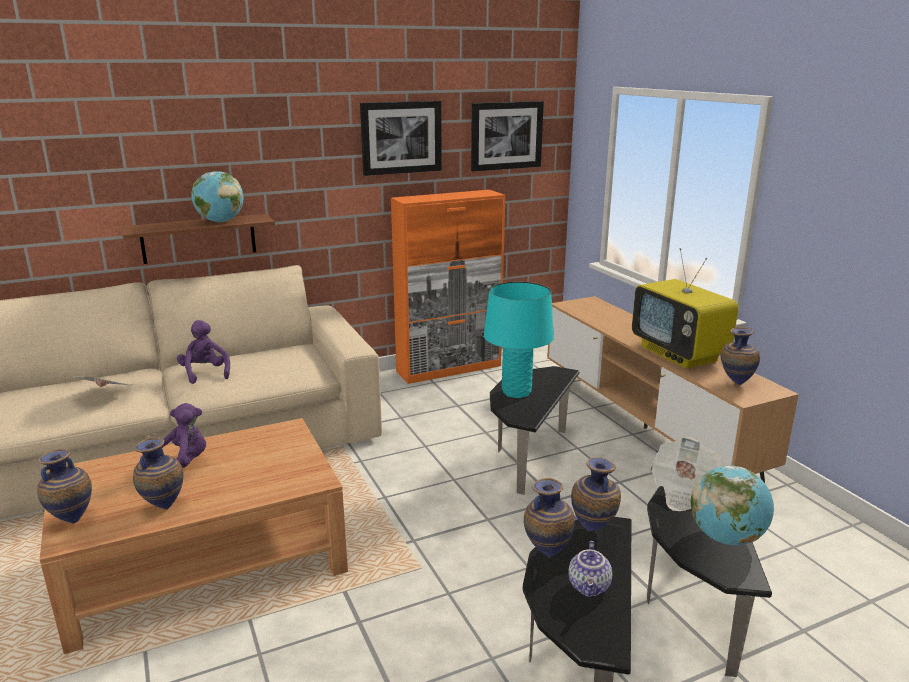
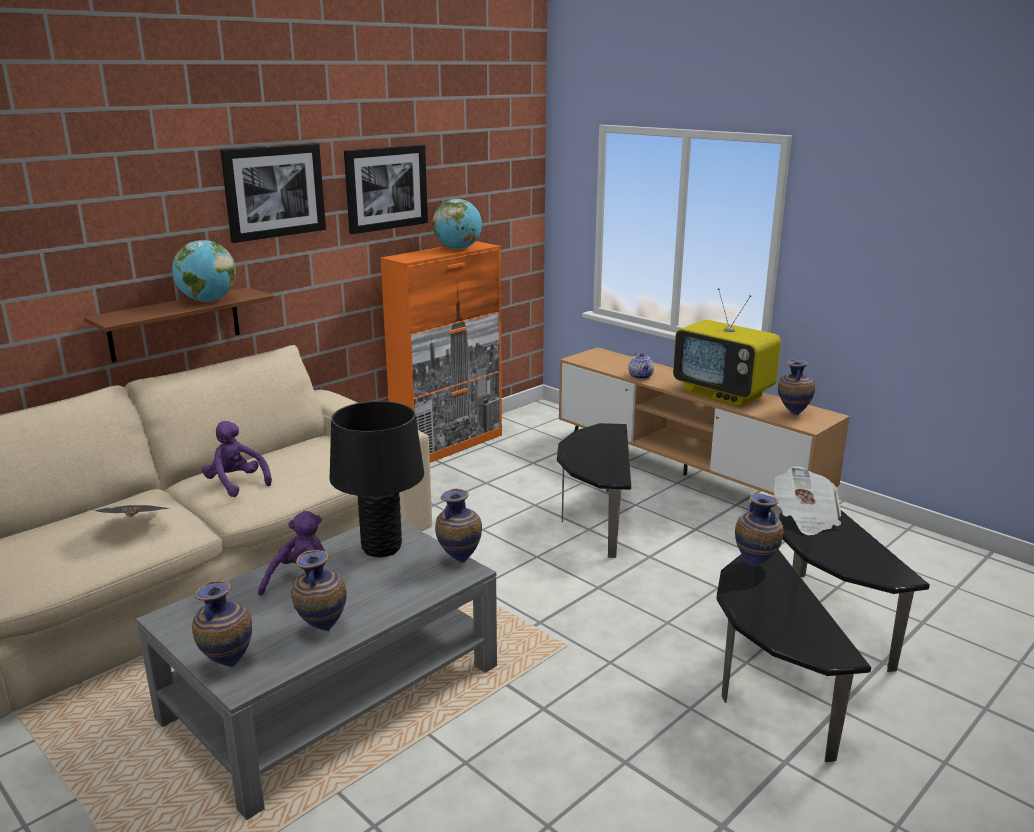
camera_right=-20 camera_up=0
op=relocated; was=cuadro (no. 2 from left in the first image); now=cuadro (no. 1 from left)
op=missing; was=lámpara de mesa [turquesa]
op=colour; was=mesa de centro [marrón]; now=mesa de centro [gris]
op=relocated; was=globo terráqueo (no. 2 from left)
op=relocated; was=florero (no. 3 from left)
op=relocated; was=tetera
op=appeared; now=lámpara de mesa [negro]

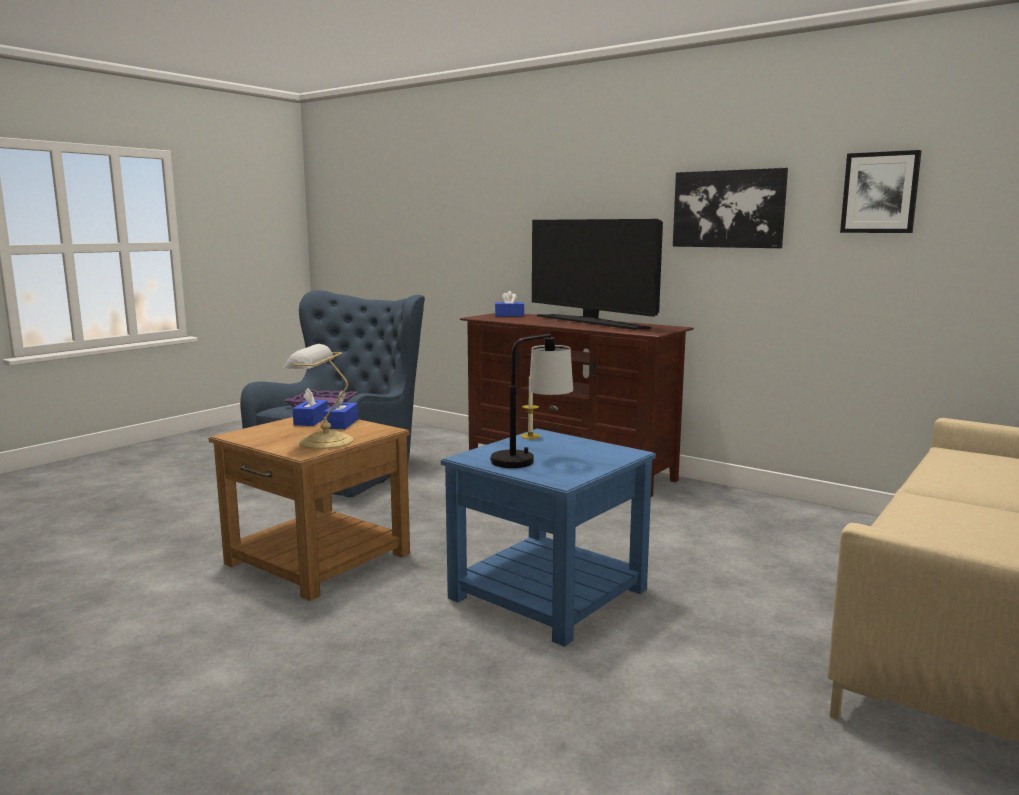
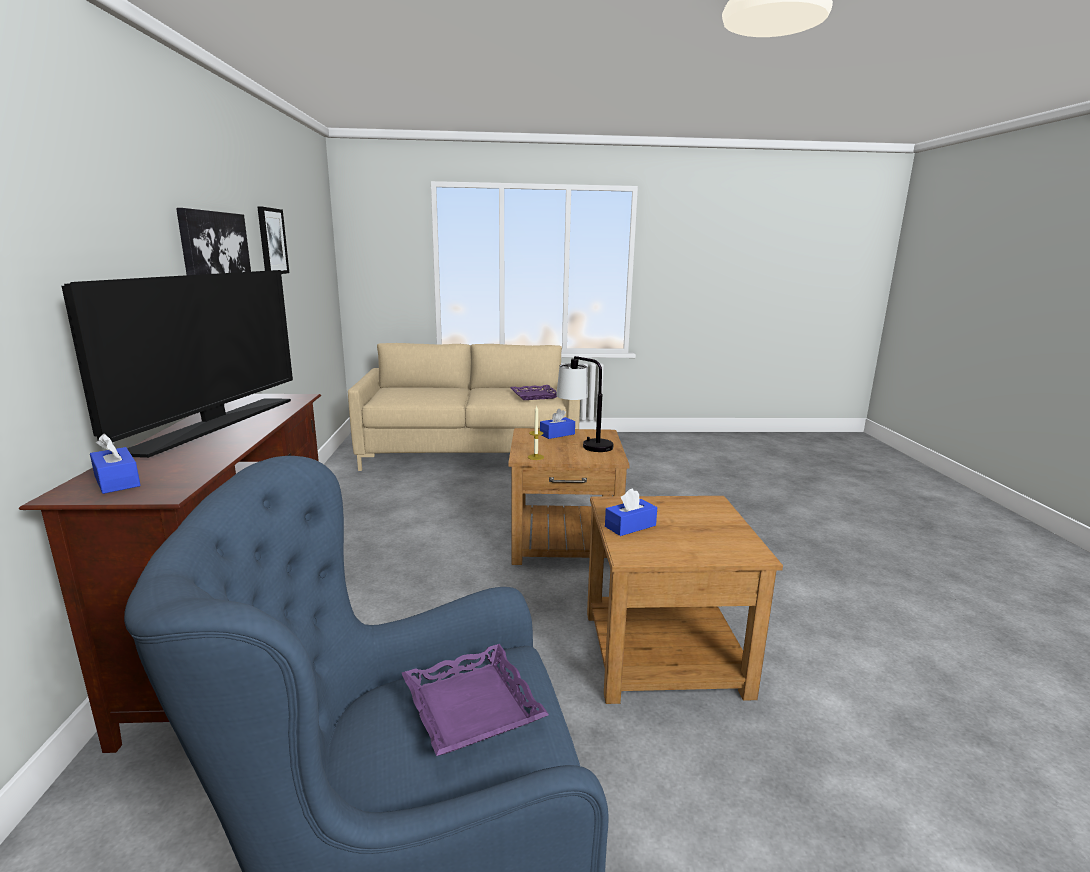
camera_right=-130 camera_up=5
op=missing; was=lámpara de mesa (no. 1 from left)
op=relocated; was=caja de pañuelos [azul] (no. 1 from left in the first image); now=caja de pañuelos [azul] (no. 2 from left)
op=colour; was=mesa auxiliar [azul]; now=mesa auxiliar [marrón] (no. 1 from left)
op=appeared; now=bandeja [morado] (no. 2 from left)

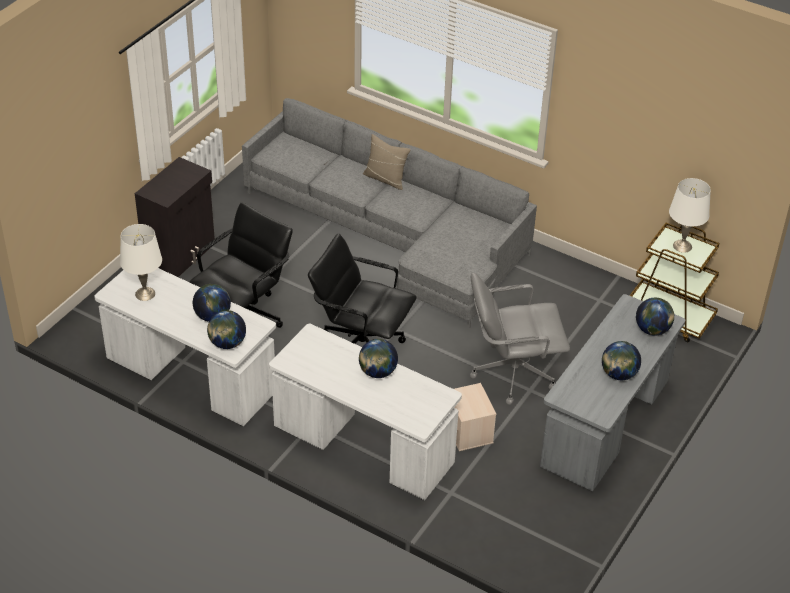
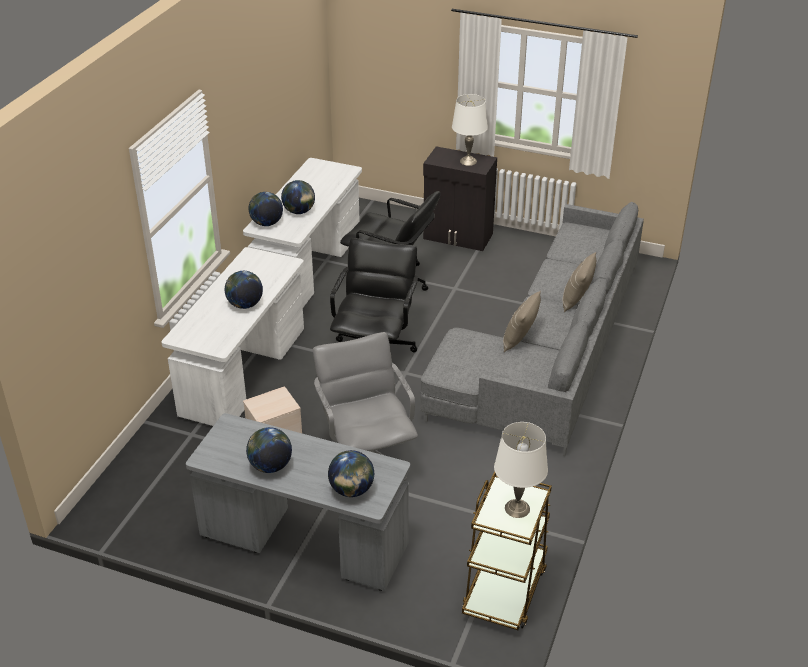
camera_right=80 camera_up=-5
op=relocated; was=lámpara de mesa [blanco] (no. 1 from left)
op=appeared; now=cojín [beis] (no. 1 from left)

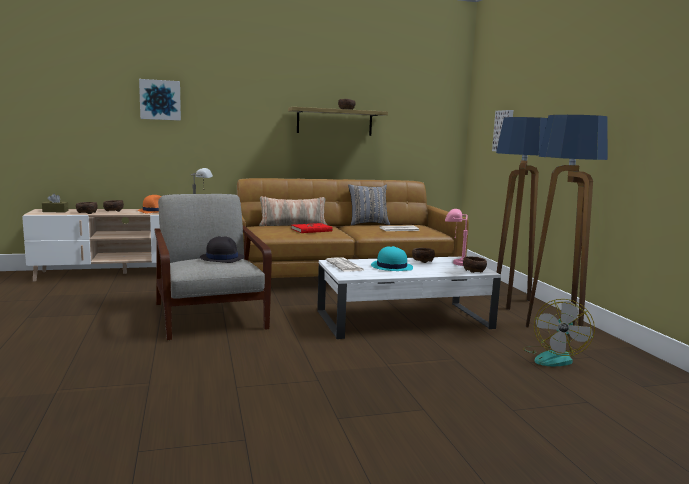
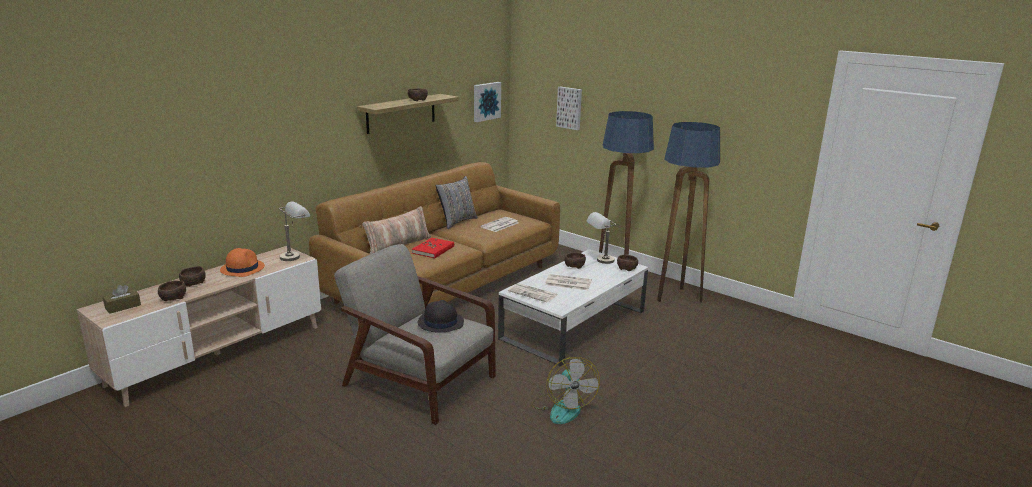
camera_right=-35 camera_up=10
op=relocated; was=cuadro (no. 1 from left)
op=colour; was=lámpara de mesa [rosa]; now=lámpara de mesa [gris] (no. 2 from left)
op=exchanged; was=sombrero [turquesa]; now=periódico (no. 3 from left)
op=relocated; was=ventilador

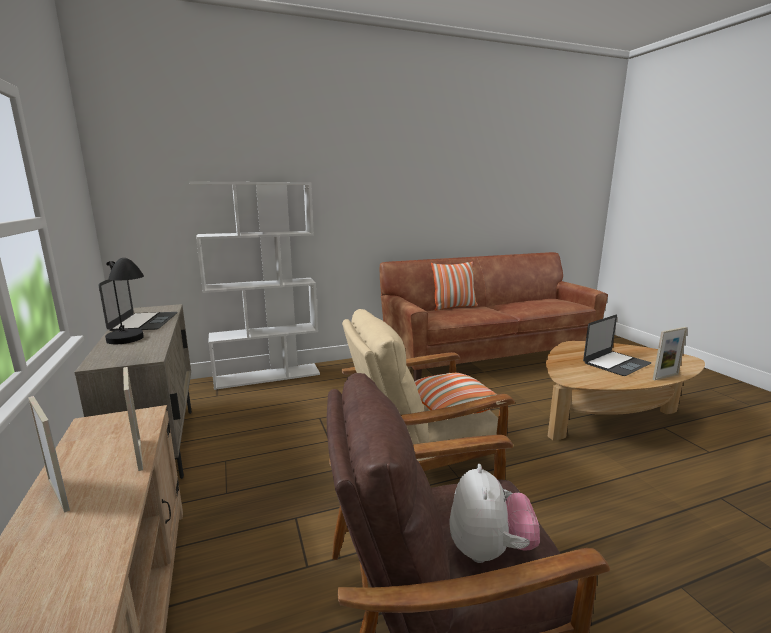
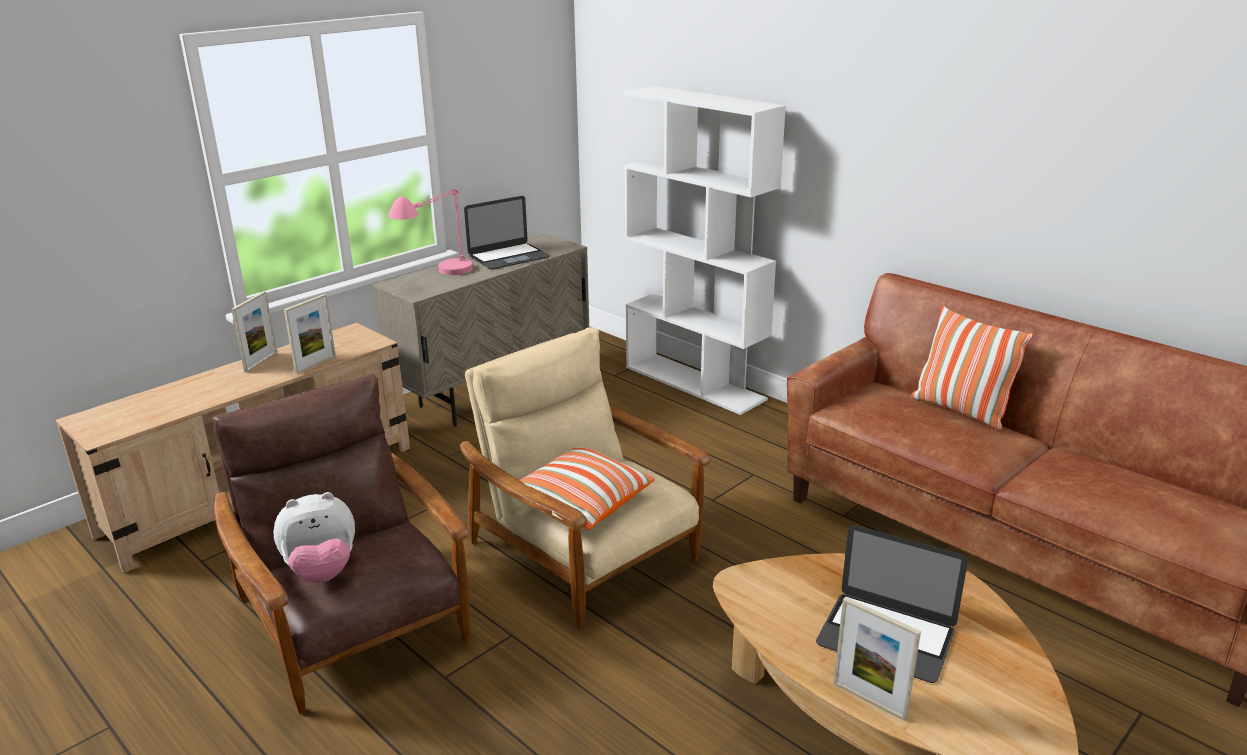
camera_right=65 camera_up=10
op=colour; was=lámpara de mesa [negro]; now=lámpara de mesa [rosa]

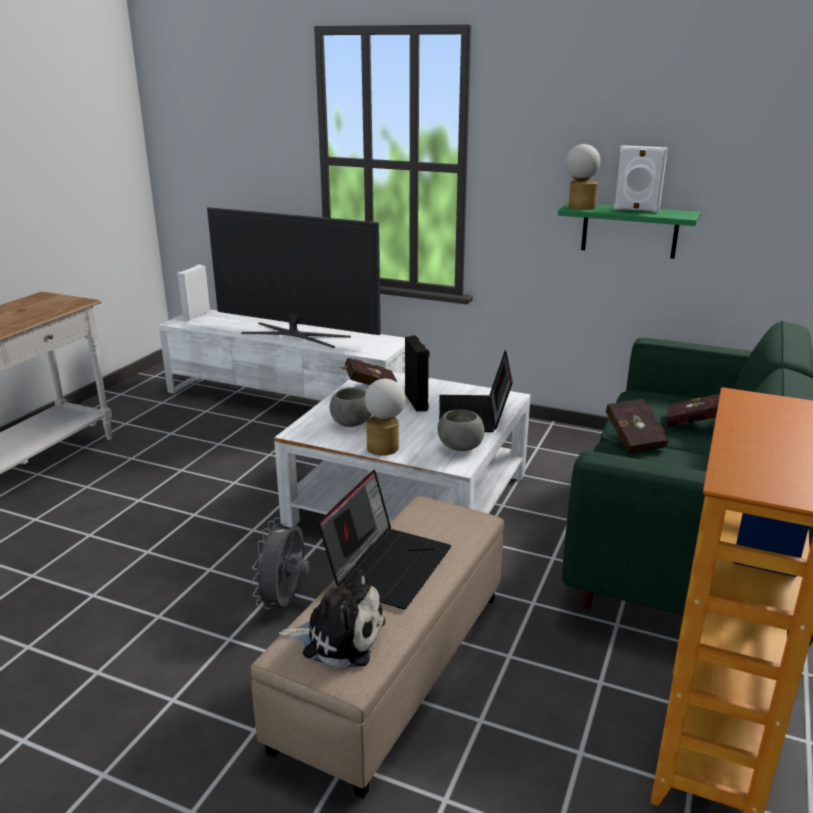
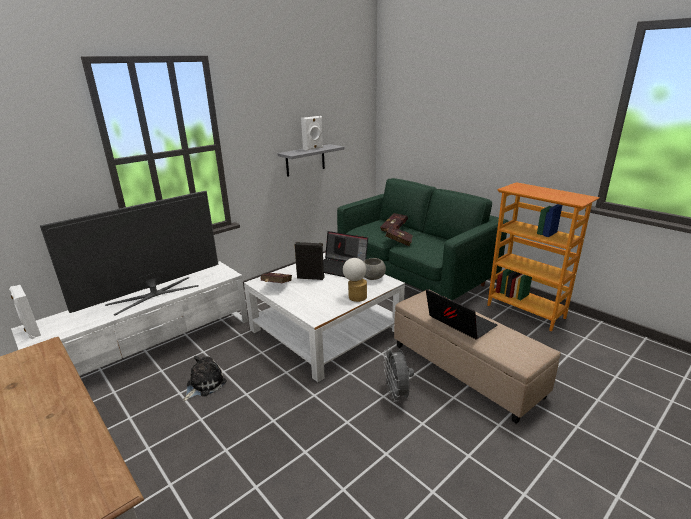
camera_right=-65 camera_up=0
op=missing; was=lámpara de mesa (no. 2 from left)
op=colour; was=estante [verde]; now=estante [gris]
op=missing; was=cuenco [gris] (no. 1 from left)
op=spun; was=ventilador [gris]; clockwise=45
op=relocated; was=peluche

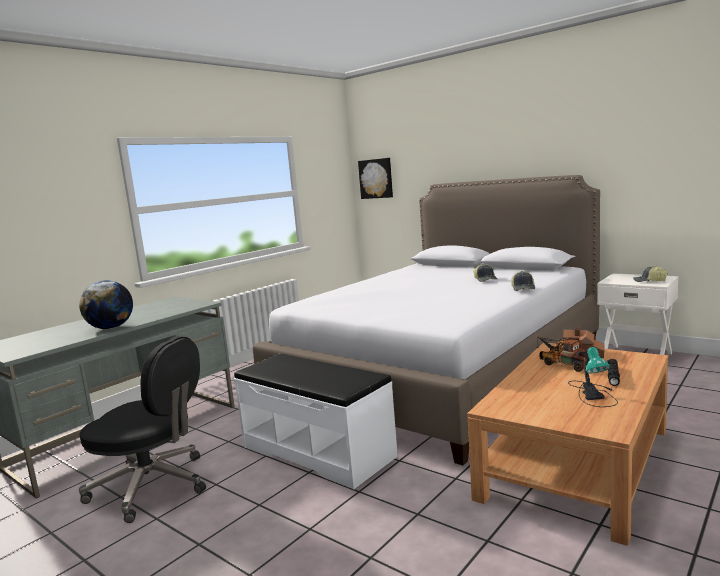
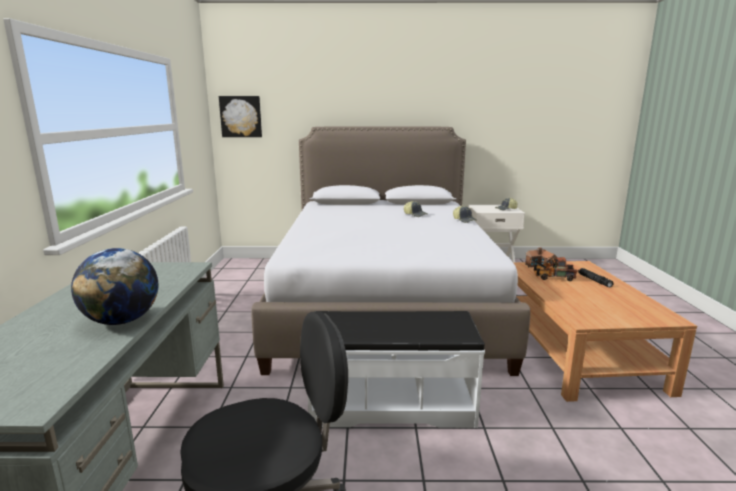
camera_right=-40 camera_up=5
op=missing; was=lámpara de mesa

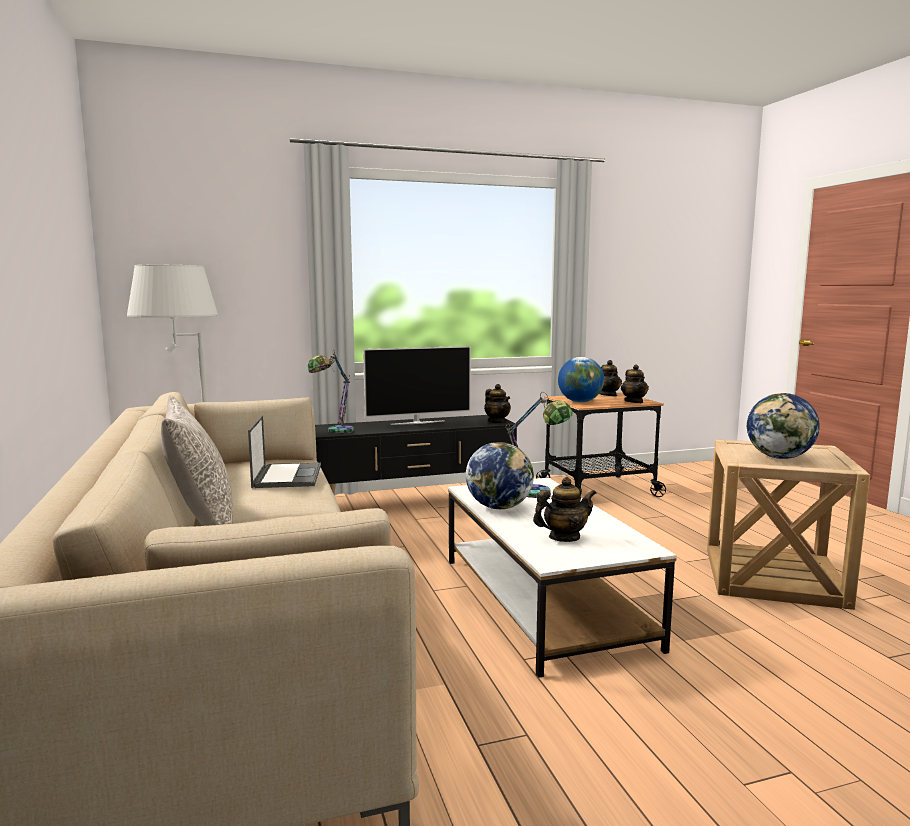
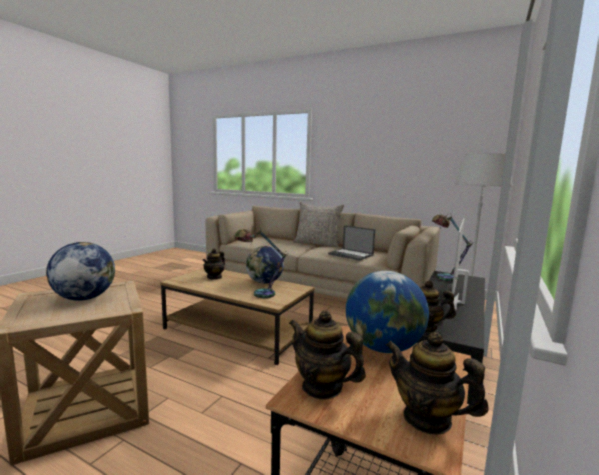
camera_right=135 camera_up=0
op=colour; was=mesa de centro [blanco]; now=mesa de centro [marrón]

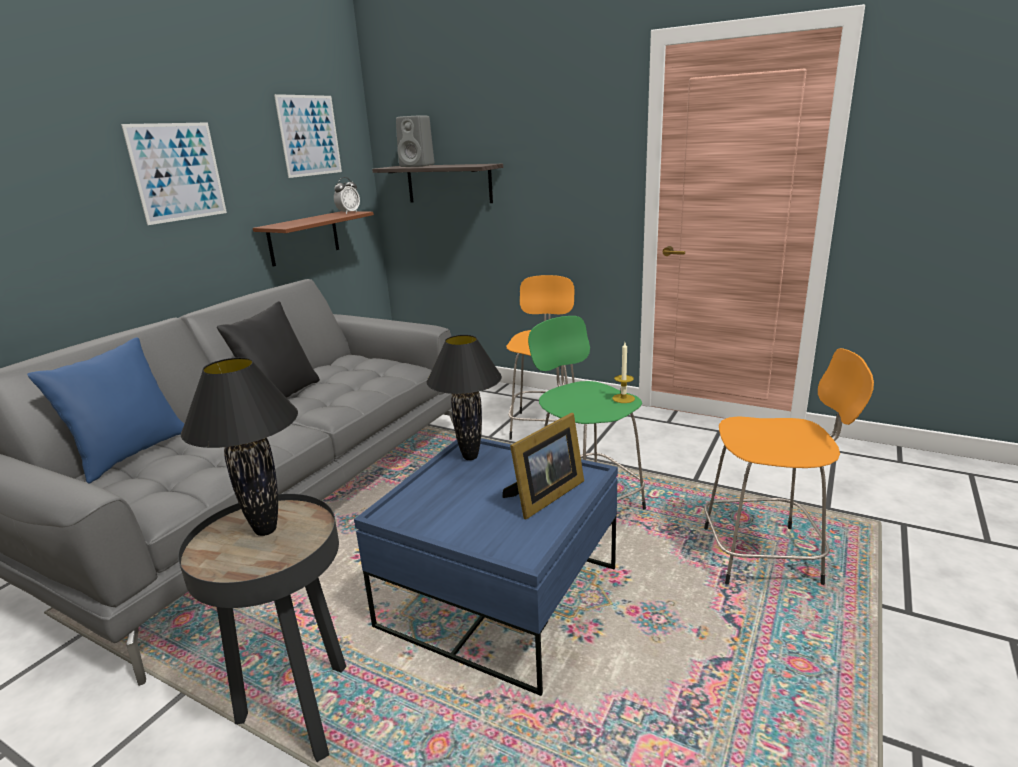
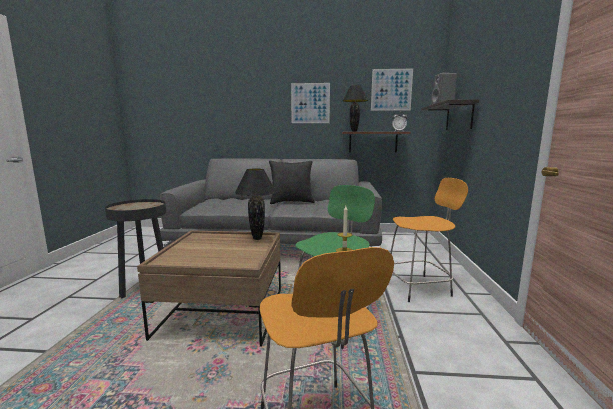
camera_right=65 camera_up=-10
op=missing; was=cojín [azul]
op=relocated; was=lámpara de mesa [negro] (no. 1 from left in the first image); now=lámpara de mesa [negro] (no. 2 from left)
op=missing; was=portarretratos
op=colour; was=mesa de centro [azul]; now=mesa de centro [marrón]

